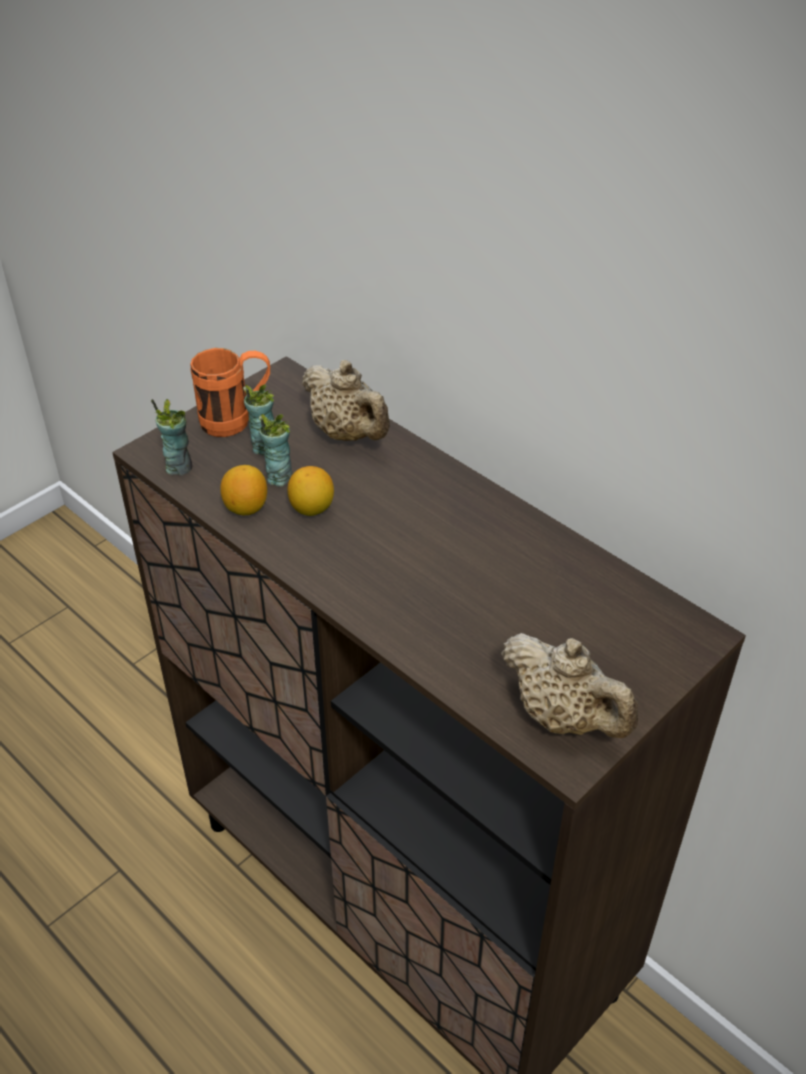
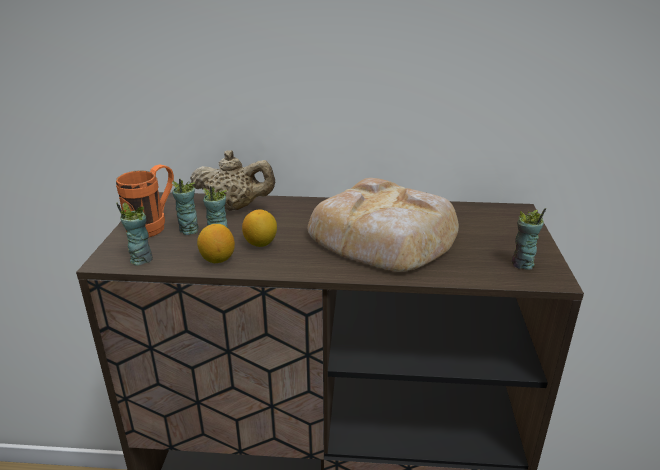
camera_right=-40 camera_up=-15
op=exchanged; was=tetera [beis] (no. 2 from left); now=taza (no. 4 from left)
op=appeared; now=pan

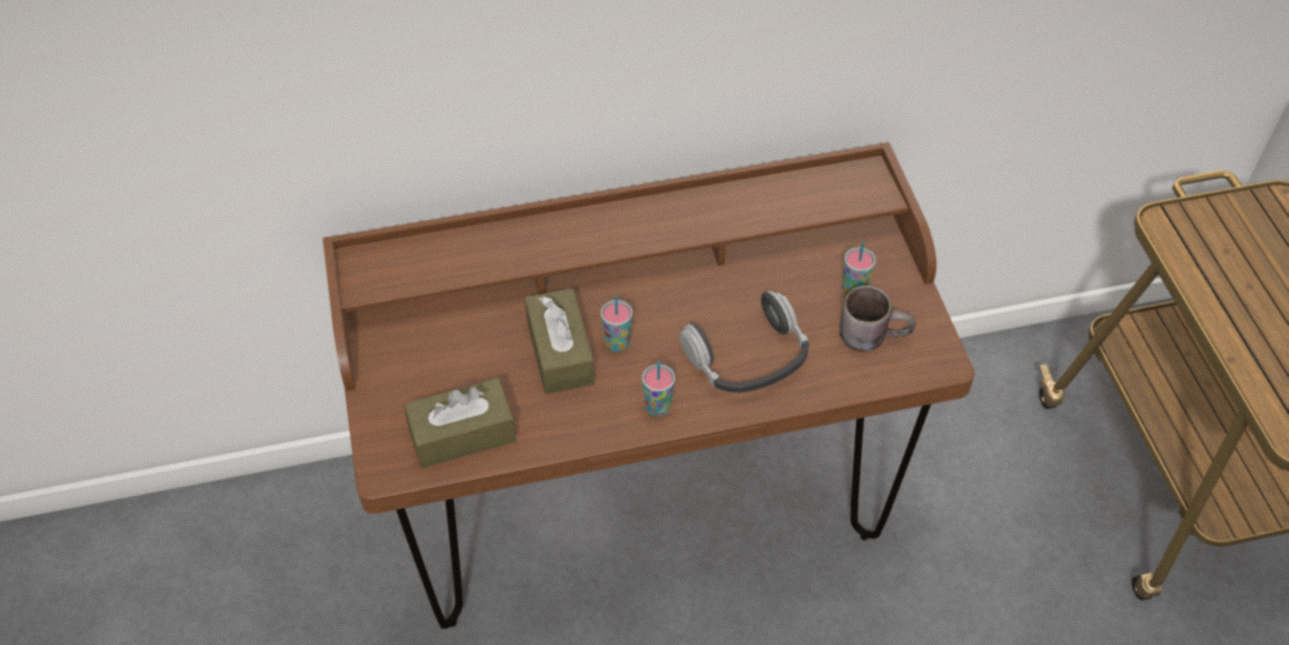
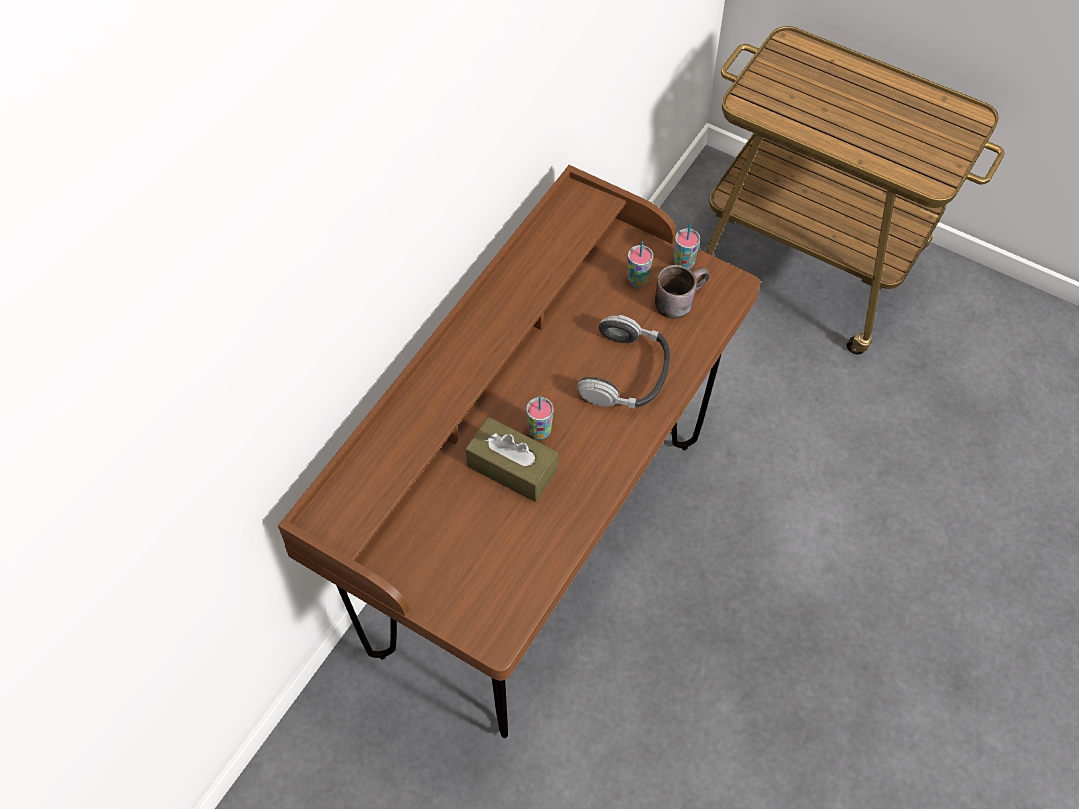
camera_right=-45 camera_up=5
op=relocated; was=taza (no. 2 from left in the first image); now=taza (no. 3 from left)
op=missing; was=caja de pañuelos [marrón] (no. 1 from left)

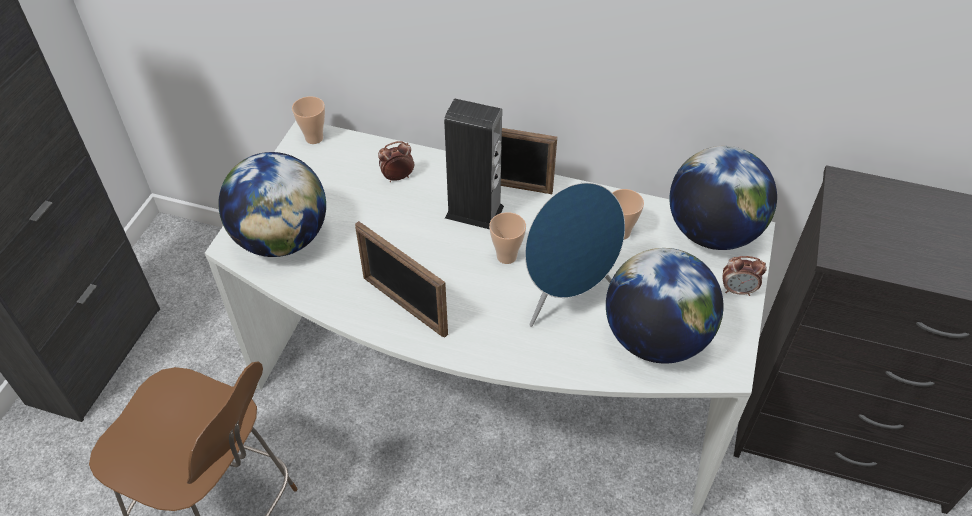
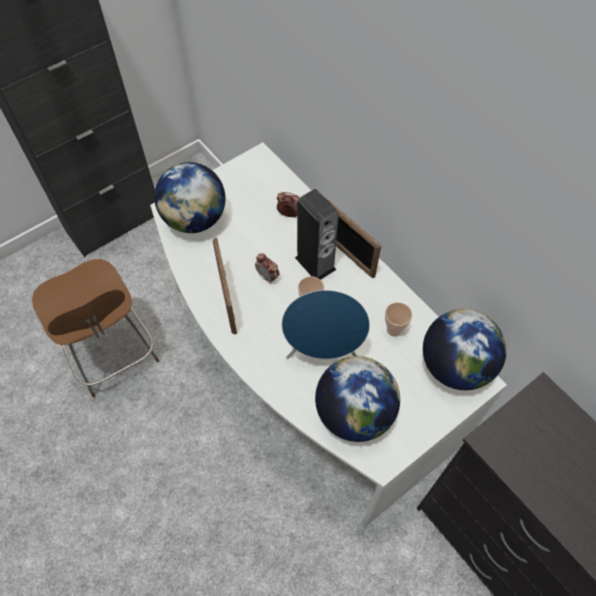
camera_right=35 camera_up=10
op=missing; was=taza (no. 1 from left)
op=relocated; was=despertador (no. 2 from left in the first image); now=despertador (no. 1 from left)

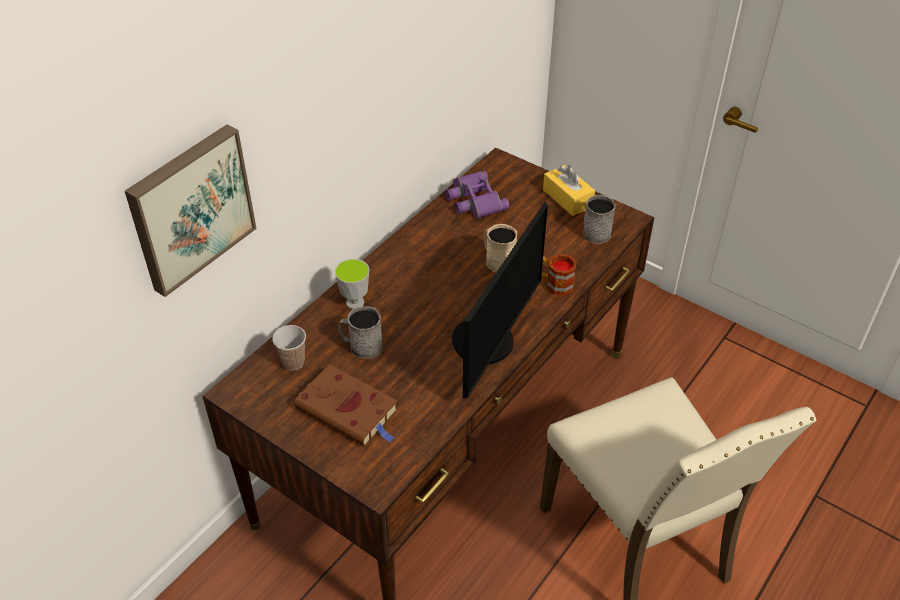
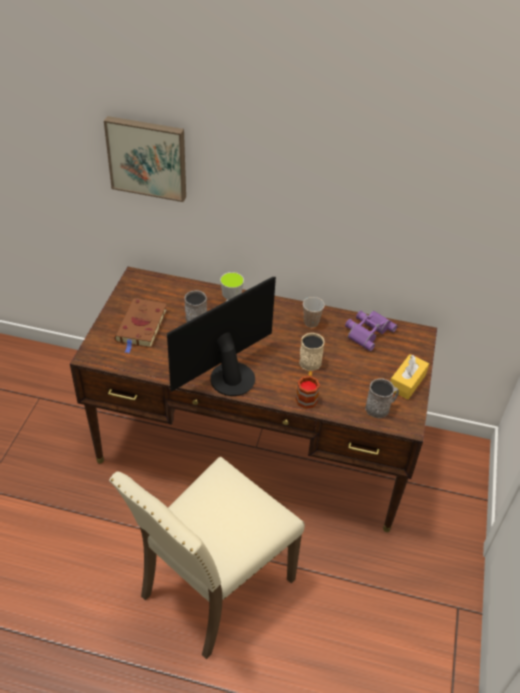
camera_right=65 camera_up=0
op=spun; was=monitor; clockwise=135
op=relocated; was=taza (no. 1 from left in the first image); now=taza (no. 2 from left)

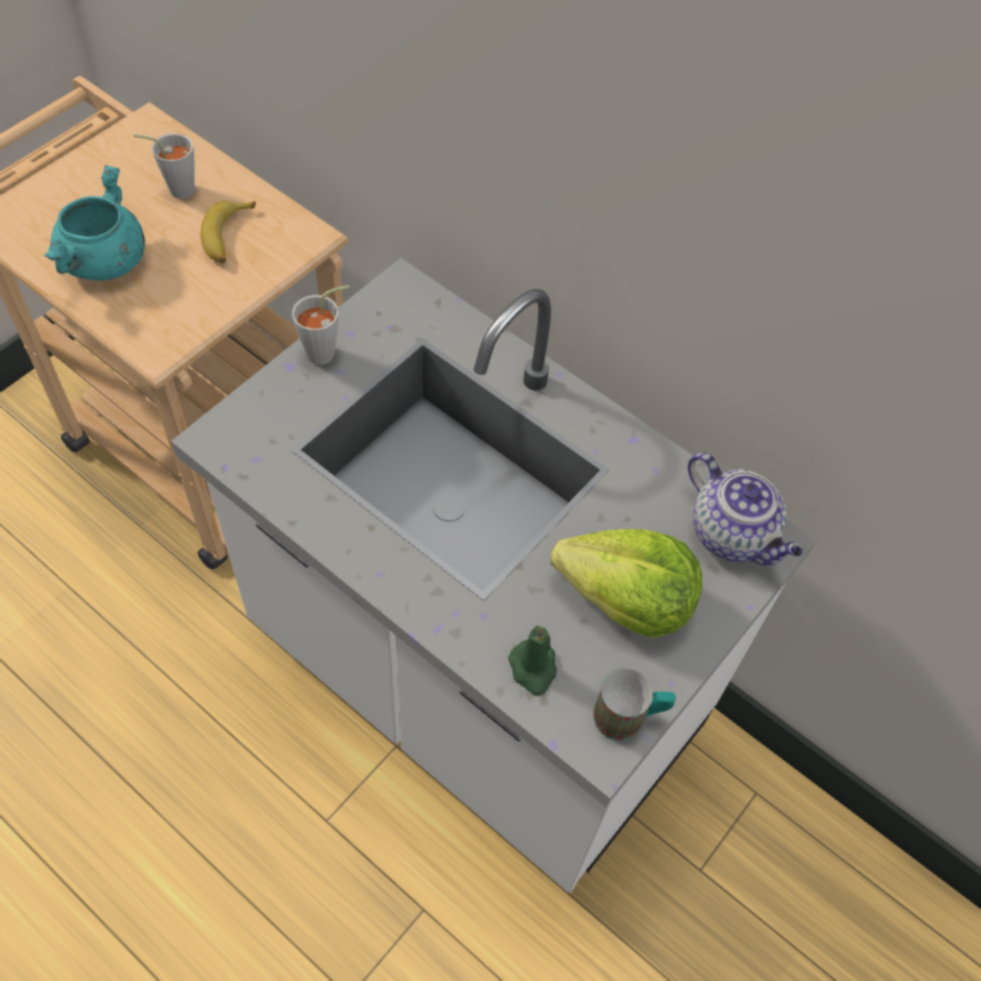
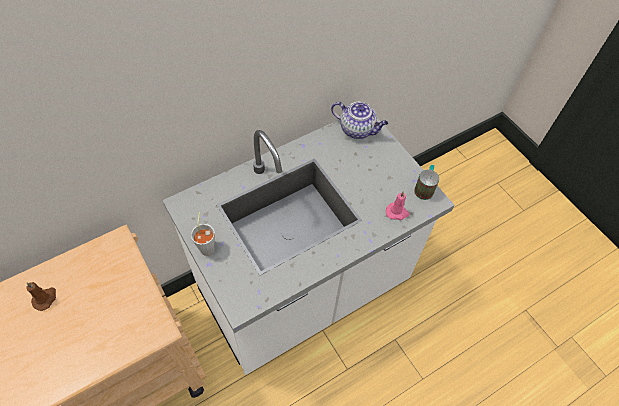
camera_right=-70 camera_up=0
op=exchanged; was=taza [gris] (no. 1 from left); now=vela [marrón]
op=missing; was=olla [turquesa]
op=missing; was=plátano
op=spun; was=tetera; clockwise=45
op=missing; was=lechuga
op=colour; was=vela [verde]; now=vela [rosa]

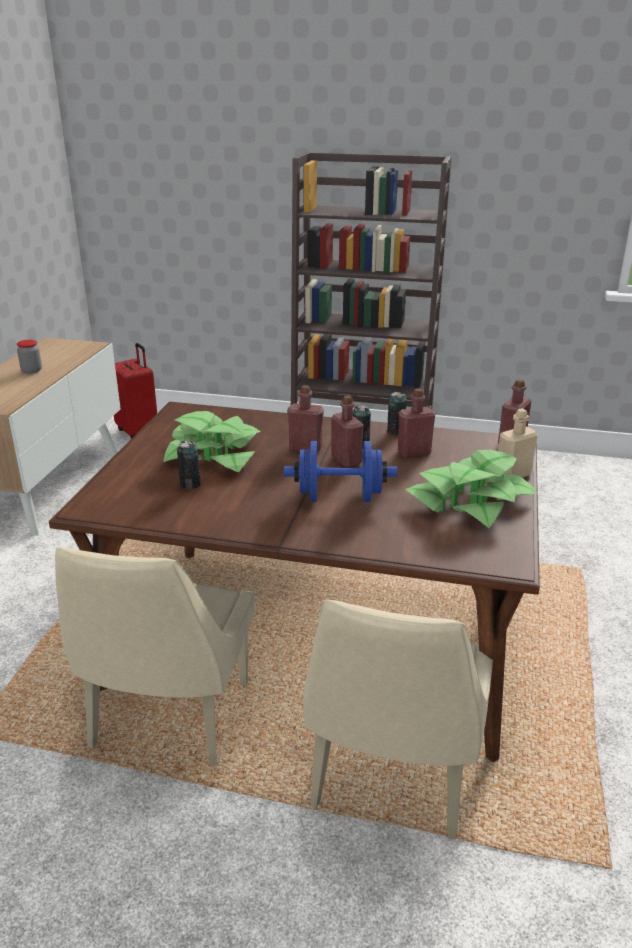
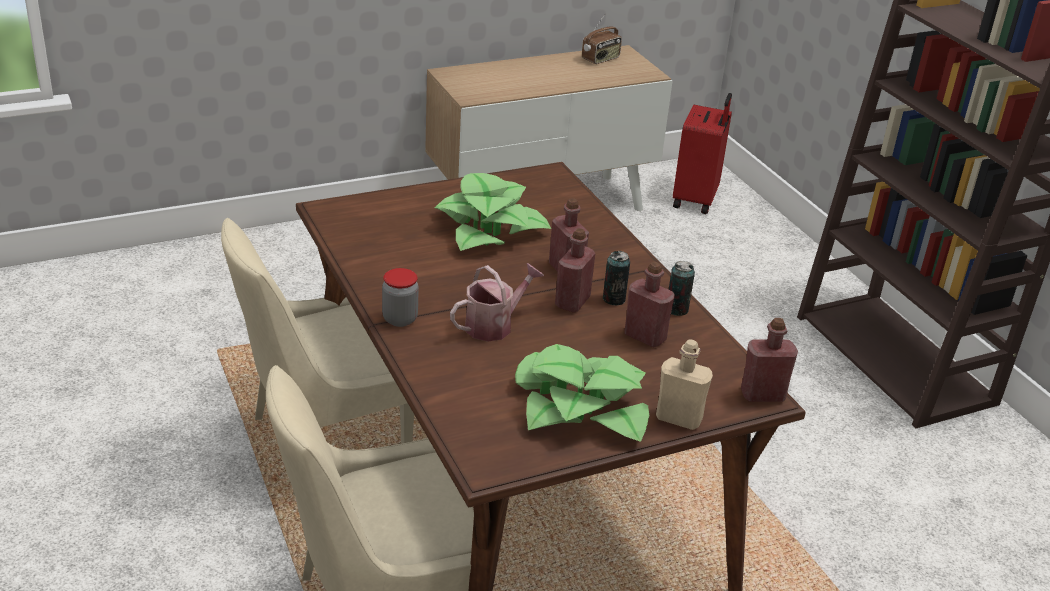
camera_right=50 camera_up=5
op=relocated; was=tarro
op=missing; was=lata (no. 1 from left)
op=exchanged; was=mancuerna [azul]; now=regadera
op=appeared; now=radio

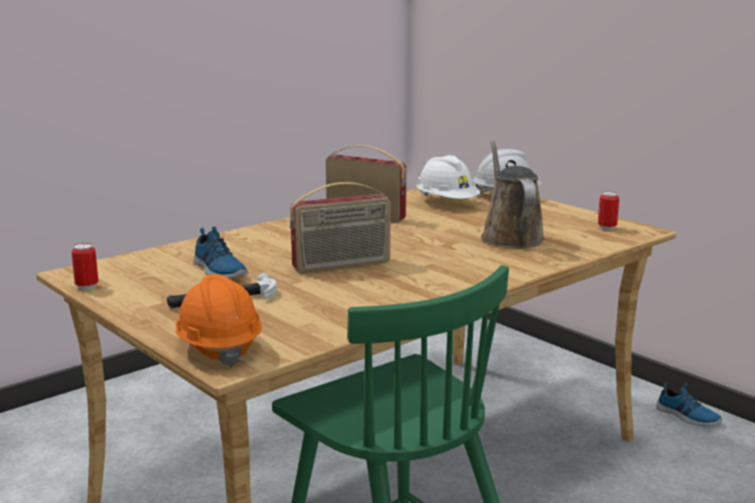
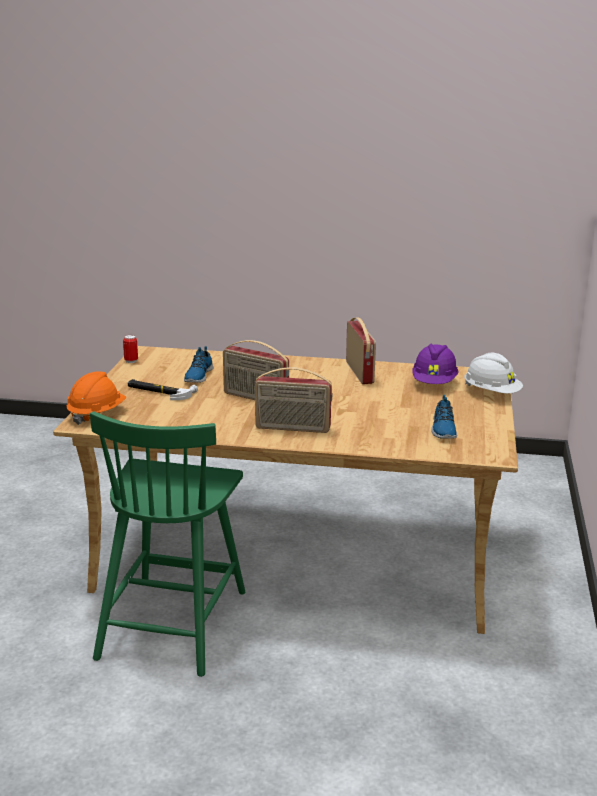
camera_right=50 camera_up=5
op=missing; was=regadera [marrón]
op=colour; was=casco [blanco] (no. 1 from left); now=casco [morado]
op=missing; was=lata (no. 2 from left)
op=relocated; was=zapato (no. 2 from left)
op=appeared; now=radio (no. 2 from left)

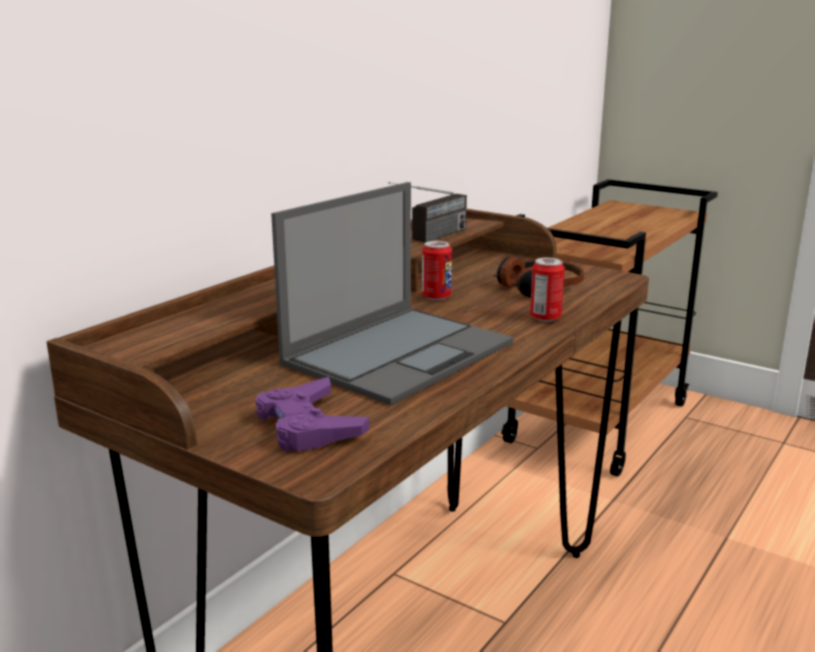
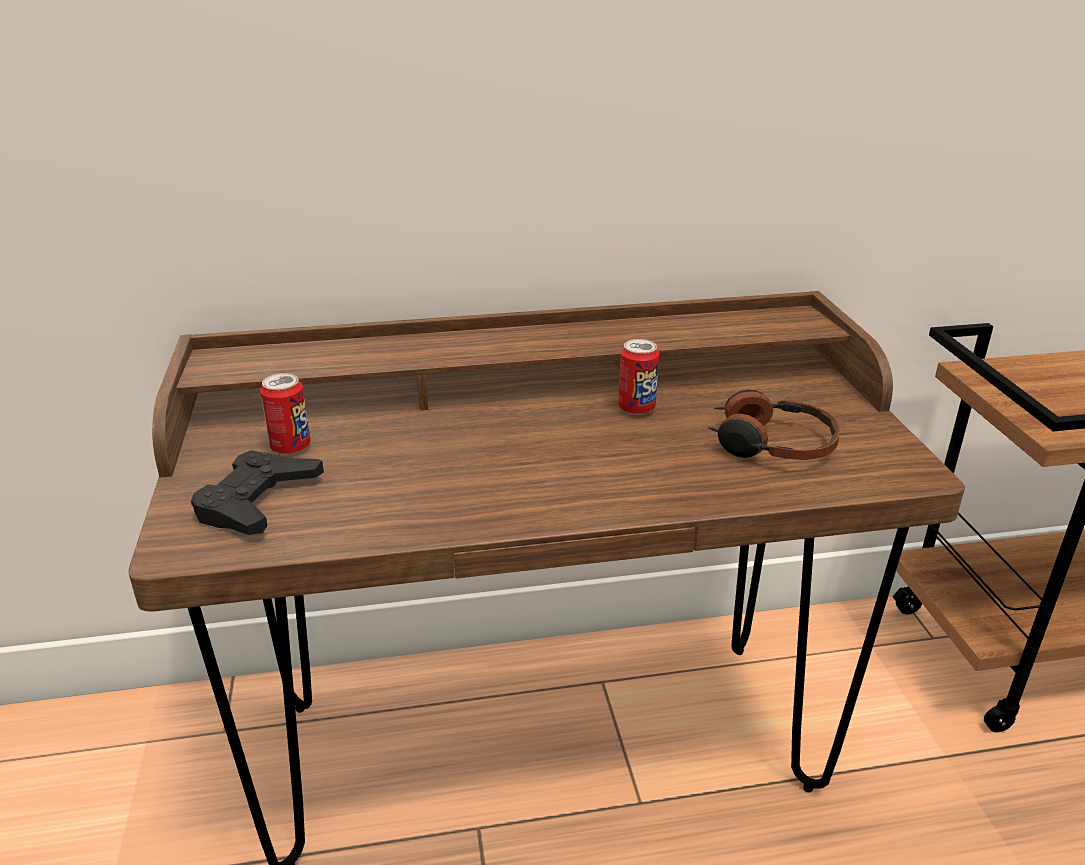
camera_right=45 camera_up=10
op=missing; was=portátil
op=missing; was=radio
op=relocated; was=lata (no. 2 from left in the first image); now=lata (no. 1 from left)
op=colour; was=mando de consola [morado]; now=mando de consola [negro]

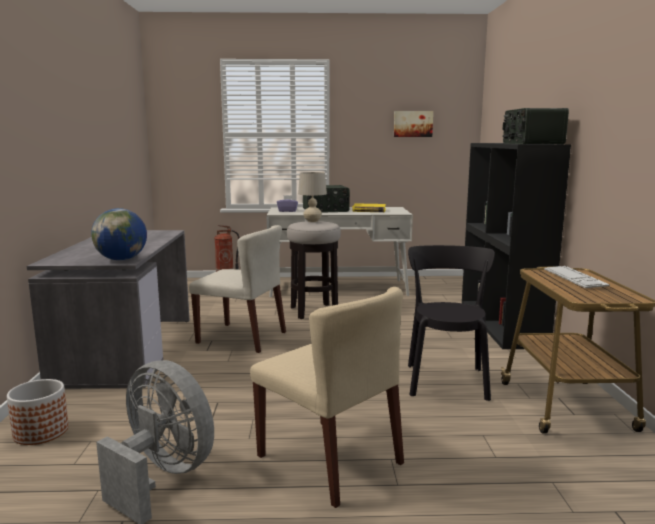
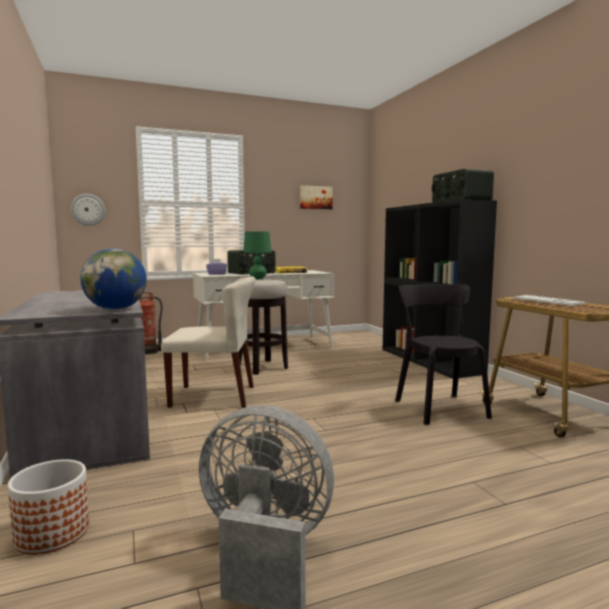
camera_right=-20 camera_up=-5
op=colour; was=lámpara de mesa [beis]; now=lámpara de mesa [verde]
op=missing; was=silla [beis] (no. 2 from left)
op=appeared; now=reloj de pared

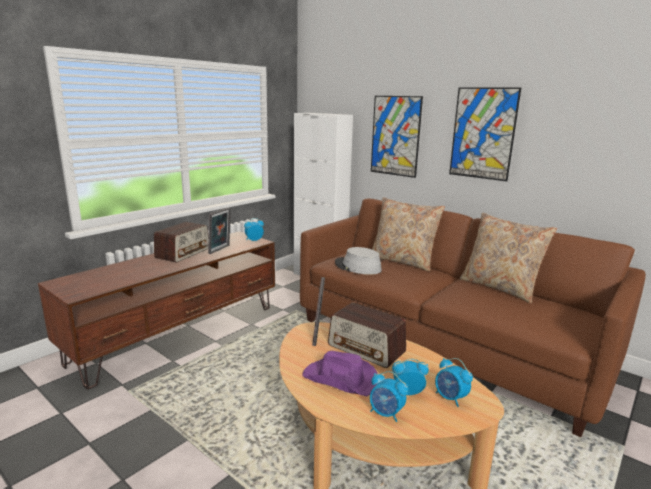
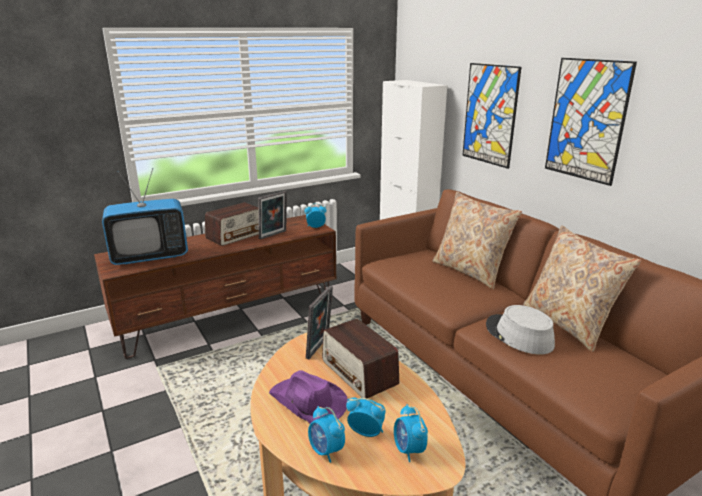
camera_right=20 camera_up=5
op=relocated; was=sombrero [gris]
op=appeared; now=televisor

